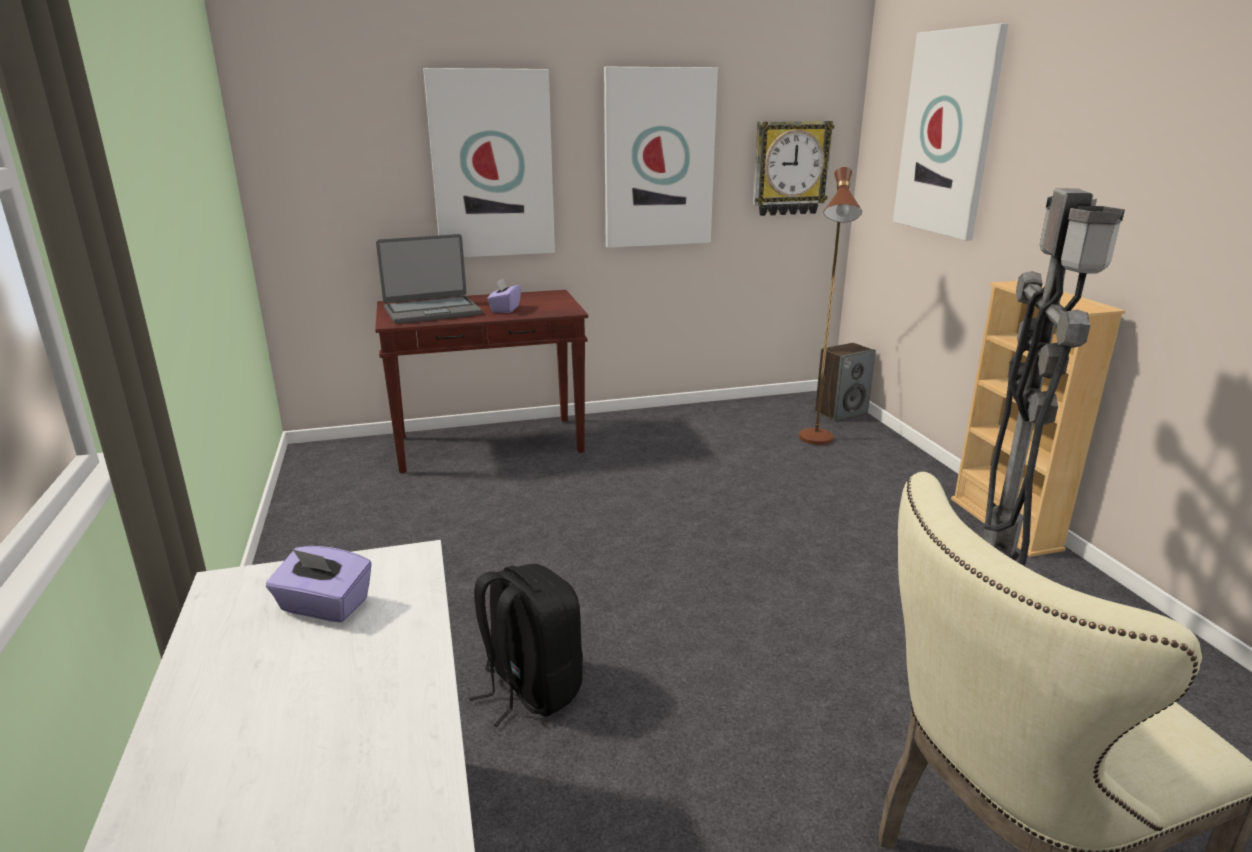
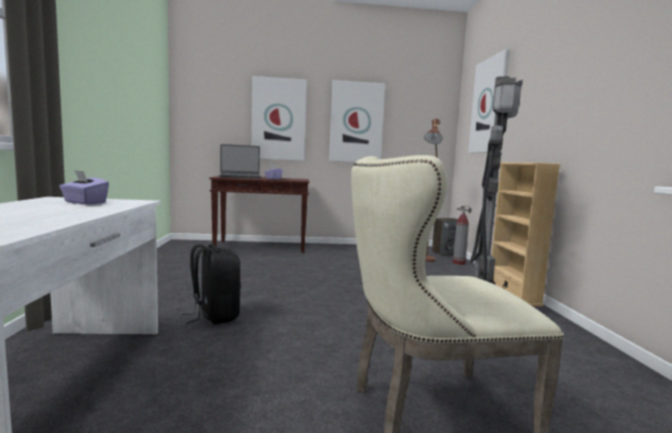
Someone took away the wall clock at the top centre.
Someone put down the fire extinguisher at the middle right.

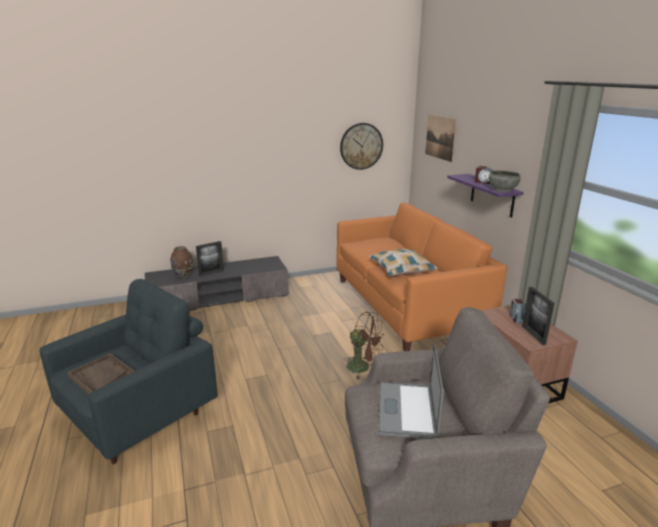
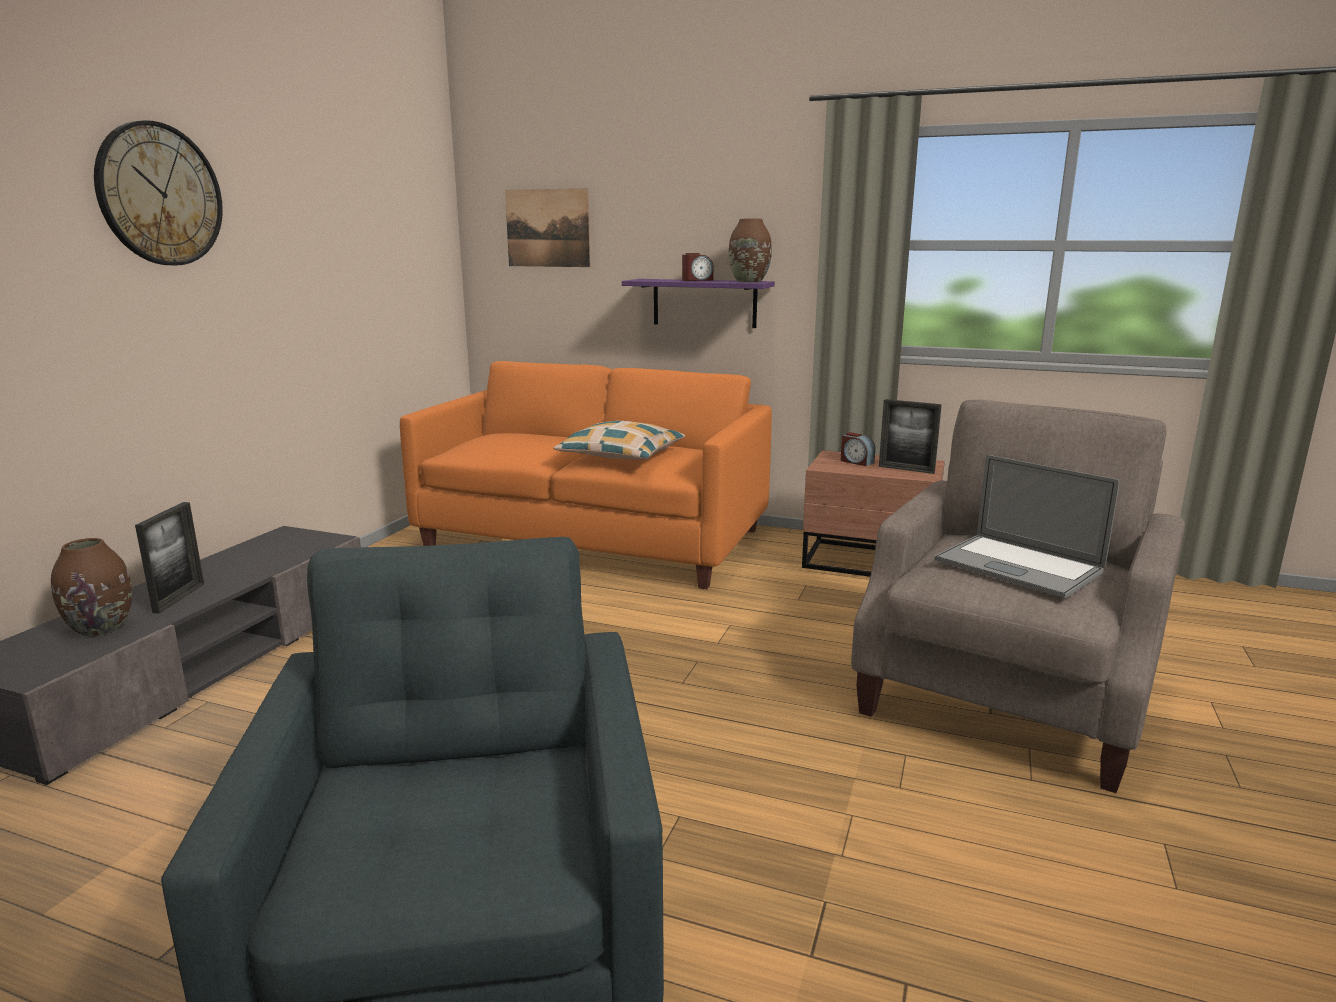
Someone took away the brown tray at the bottom left.
Someone took away the brown fan at the centre.
Someone carried the wall clock from the top centre to the top left.
Someone swapped the grey bowl at the middle right for the brown vase (2nd from left) at the top centre.

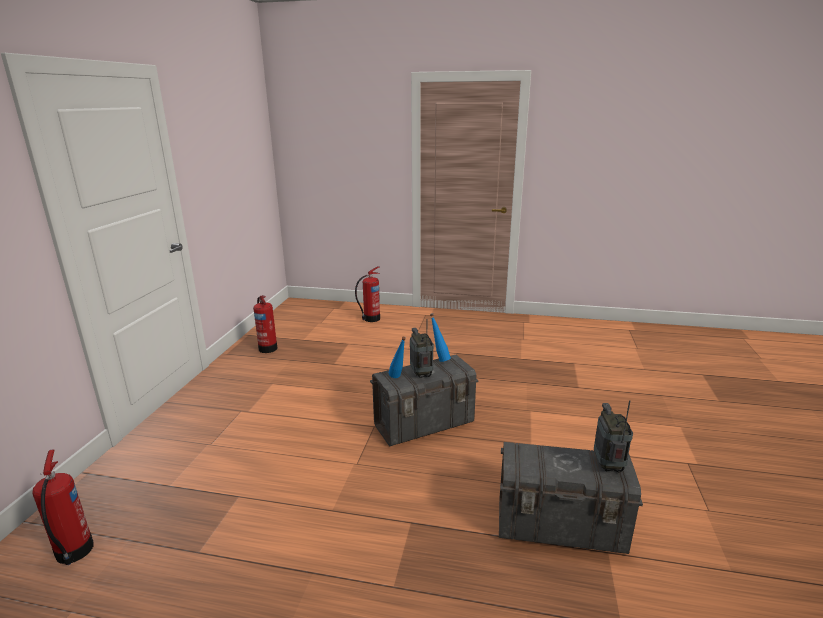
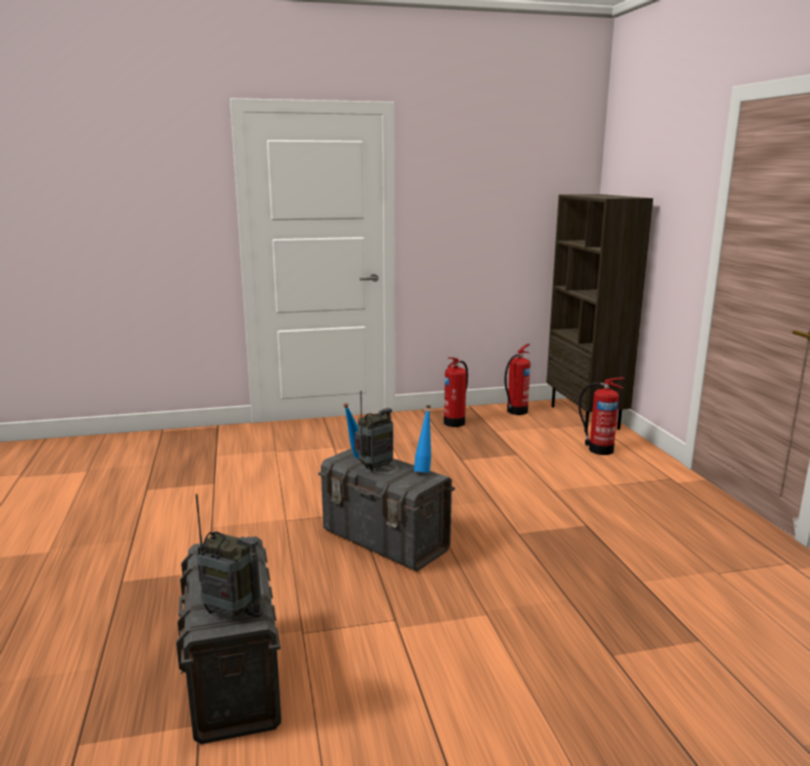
Someone put down the brown bookcase at the middle right.
Someone carried the fire extinguisher (1st from left in the first image) from the bottom left to the centre.
Someone rotated the radio (2nd from left in the first image) at the bottom right by 45 degrees clockwise.

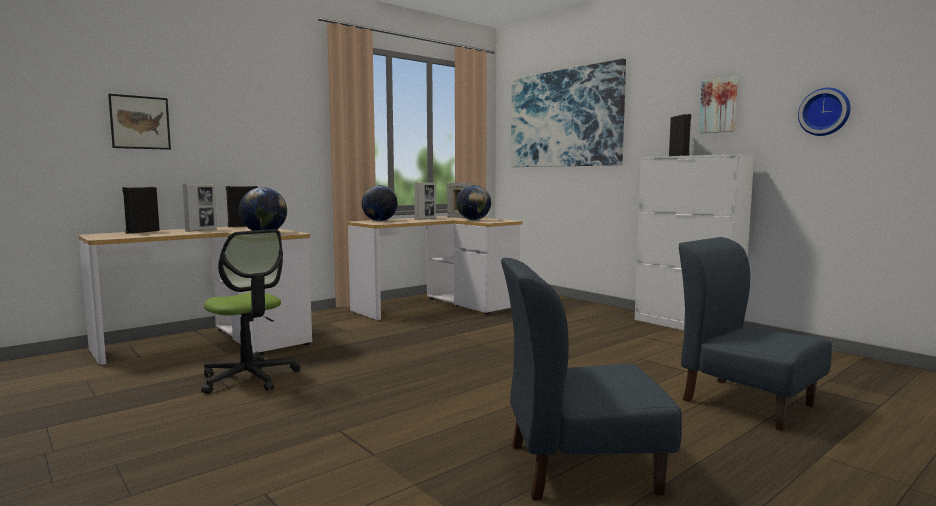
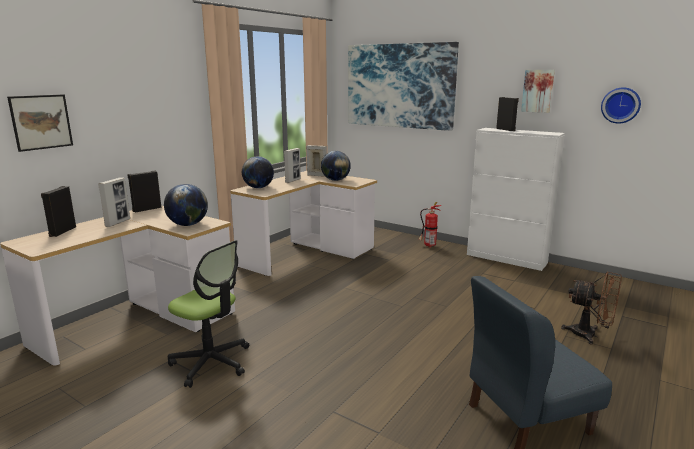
Someone put down the fire extinguisher at the centre.
Someone swapped the blue chair (2nd from left) at the middle right for the brown fan at the bottom right.

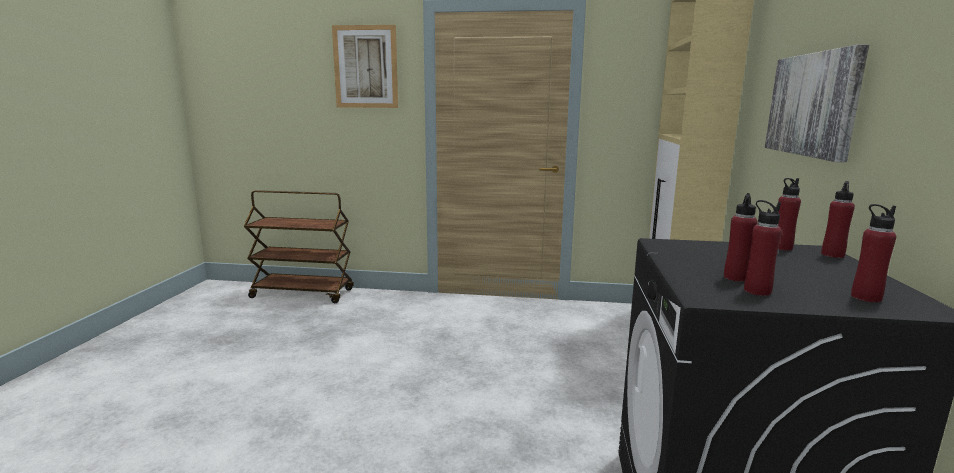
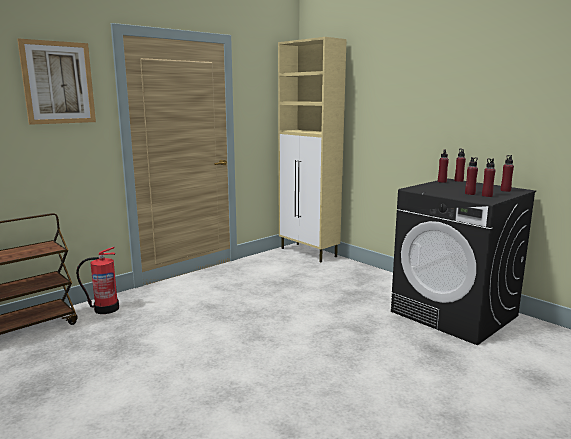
Someone took away the picture (2nd from left) at the top right.
Someone put down the fire extinguisher at the middle left.

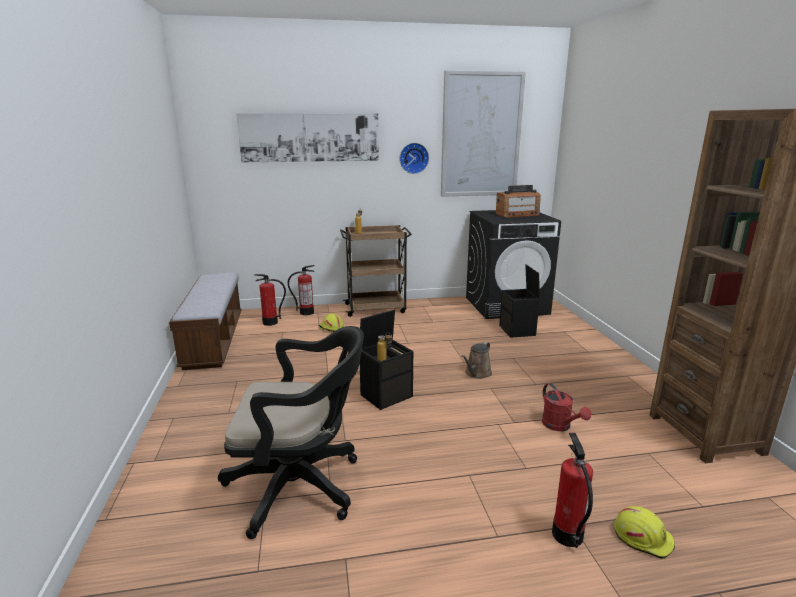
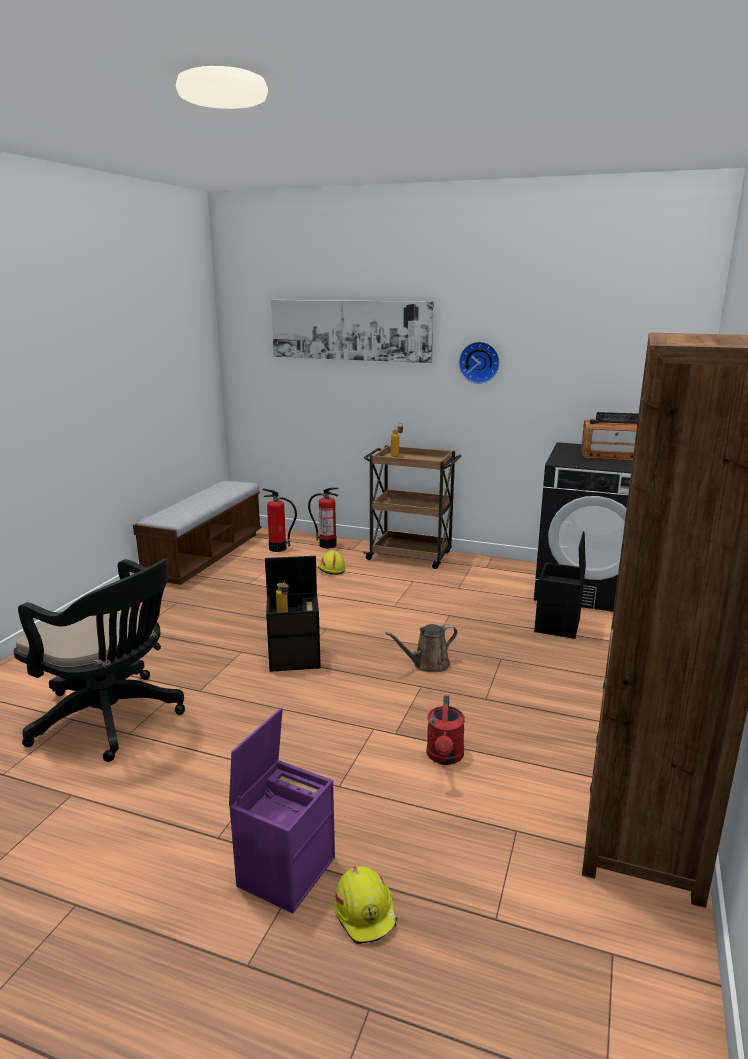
Someone took away the picture (2nd from left) at the top centre.
Someone swapped the fire extinguisher (3rd from left) at the bottom right for the purple storage box at the bottom centre.

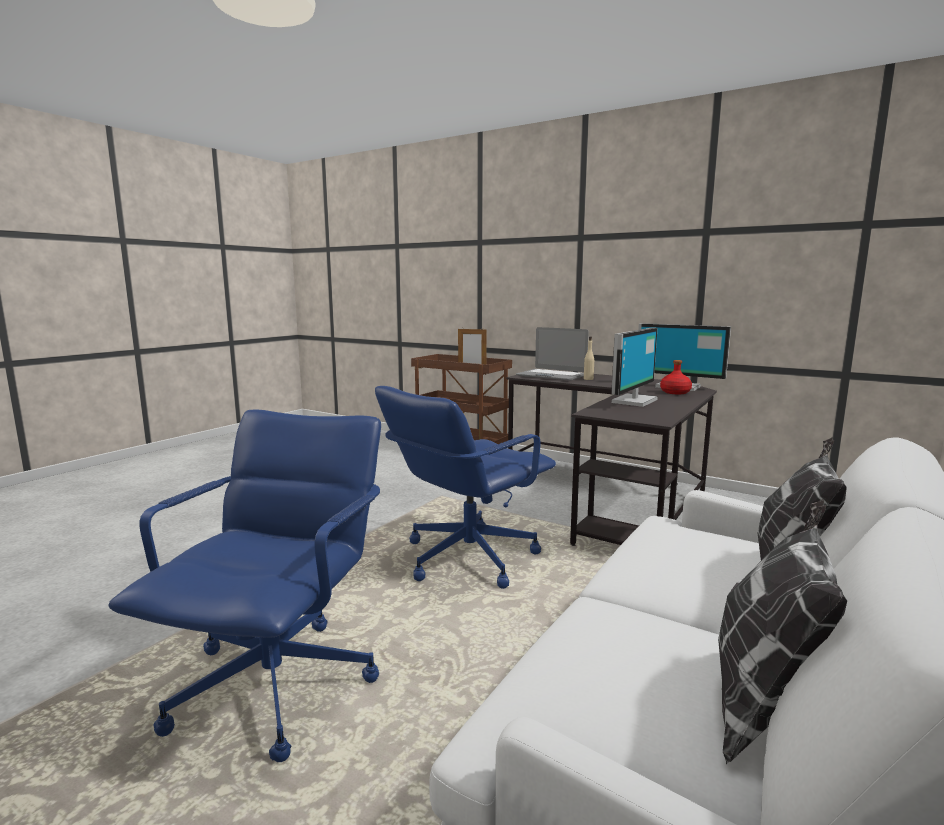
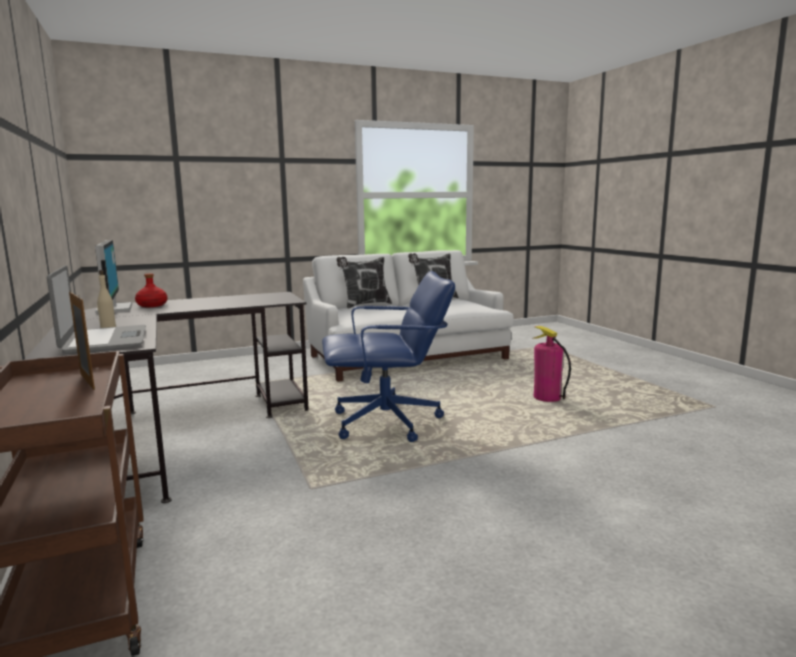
Someone took away the monitor (1st from left) at the middle right.
Someone swapped the blue office chair (1st from left) at the bottom left for the fire extinguisher at the middle right.

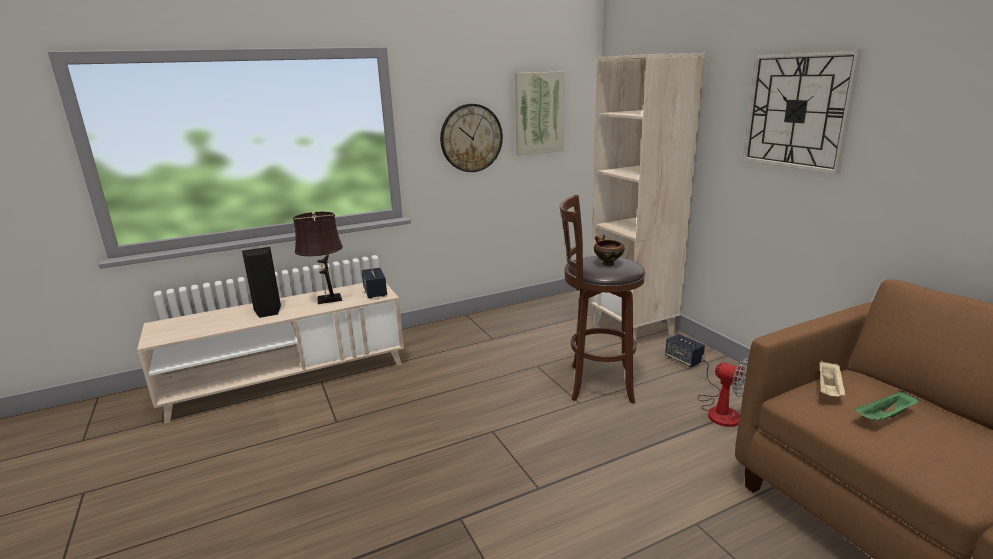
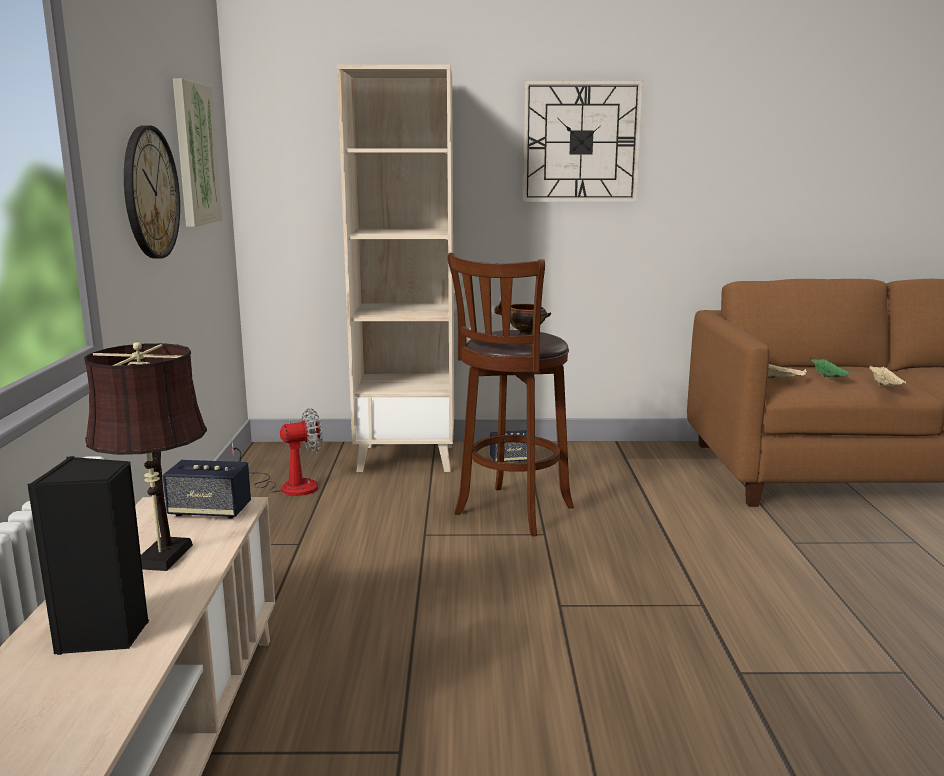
Someone put down the beige tray (2nd from left) at the middle right.
Someone carried the fan from the bottom right to the middle left.

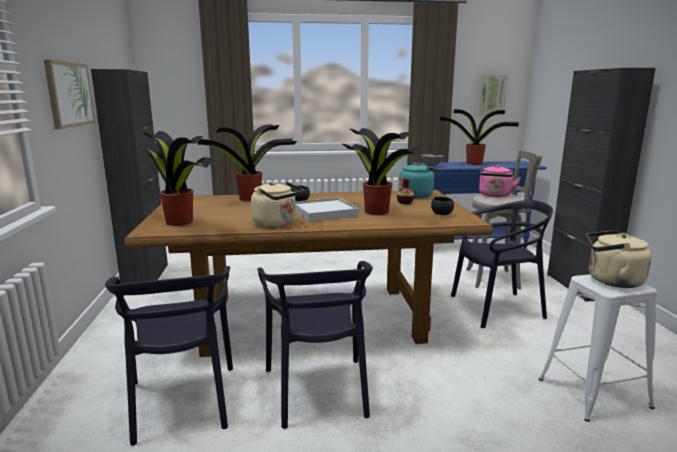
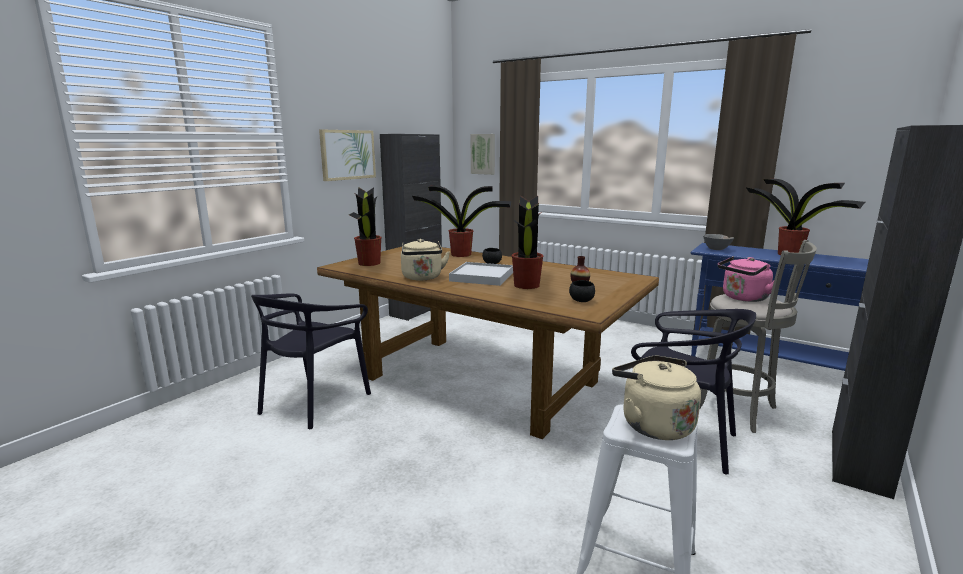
Someone took away the black chair (2nd from left) at the bottom centre.
Someone took away the turquoise kettle at the centre.
Someone carried the picture (2nd from left) from the top right to the top centre.

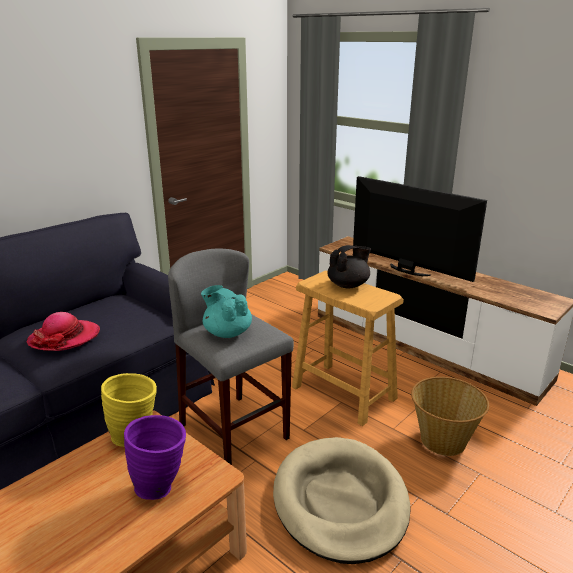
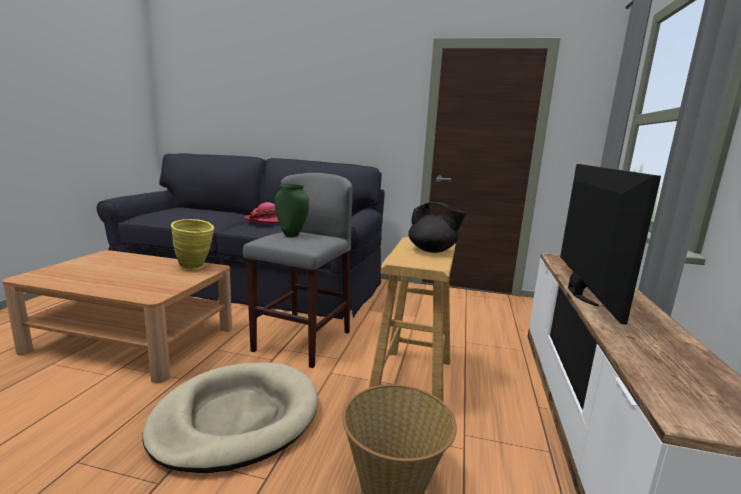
Someone took away the purple vase at the bottom left.
Someone swapped the turquoise teapot at the centre for the green vase at the centre.

